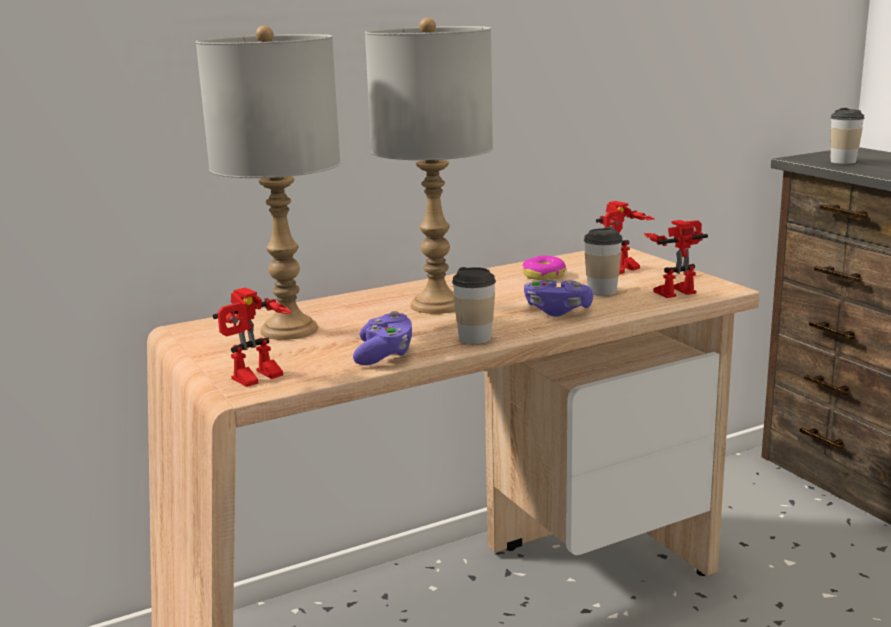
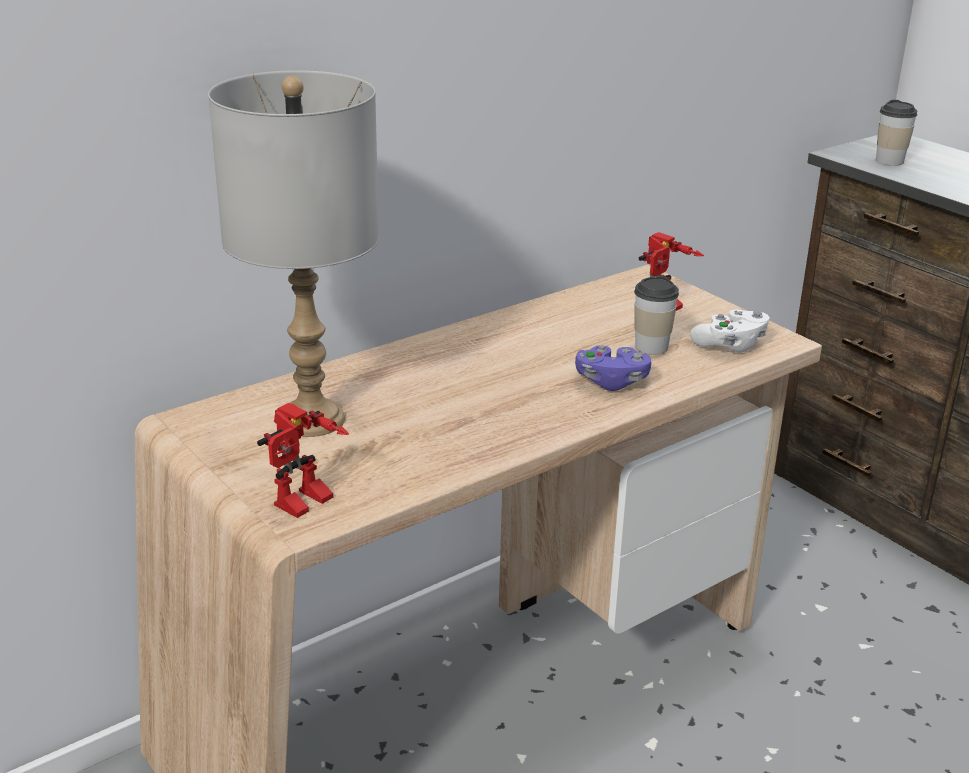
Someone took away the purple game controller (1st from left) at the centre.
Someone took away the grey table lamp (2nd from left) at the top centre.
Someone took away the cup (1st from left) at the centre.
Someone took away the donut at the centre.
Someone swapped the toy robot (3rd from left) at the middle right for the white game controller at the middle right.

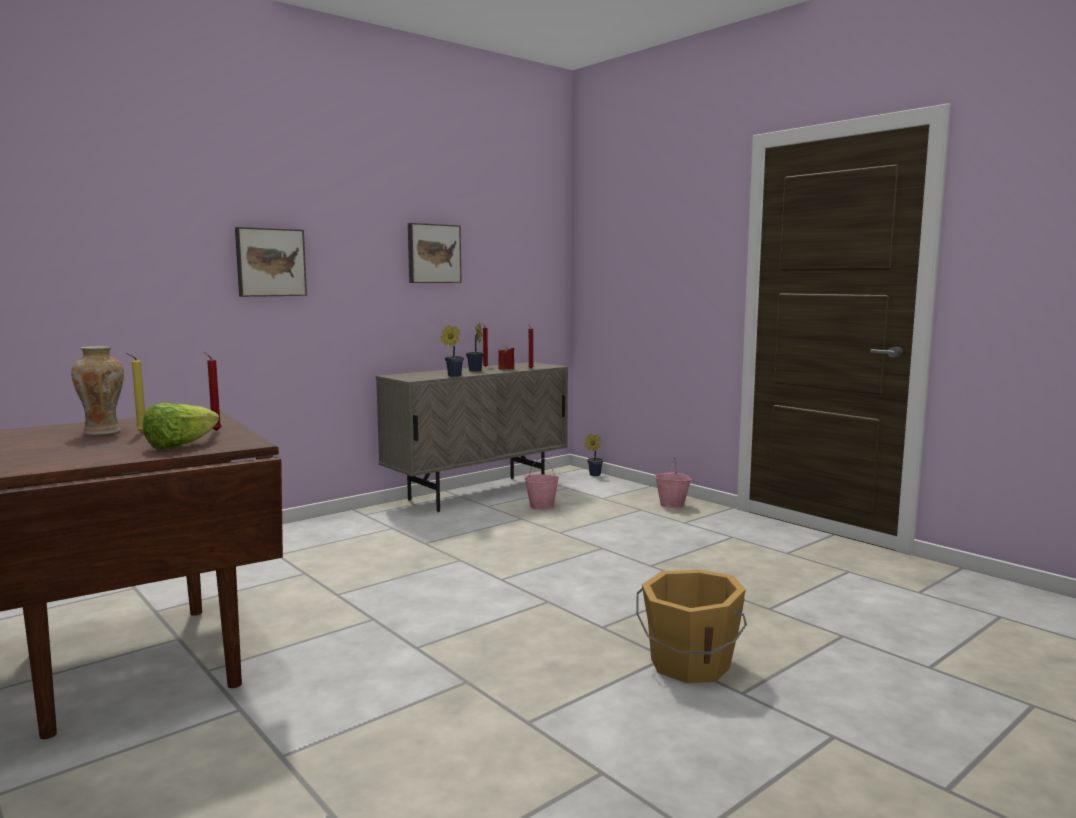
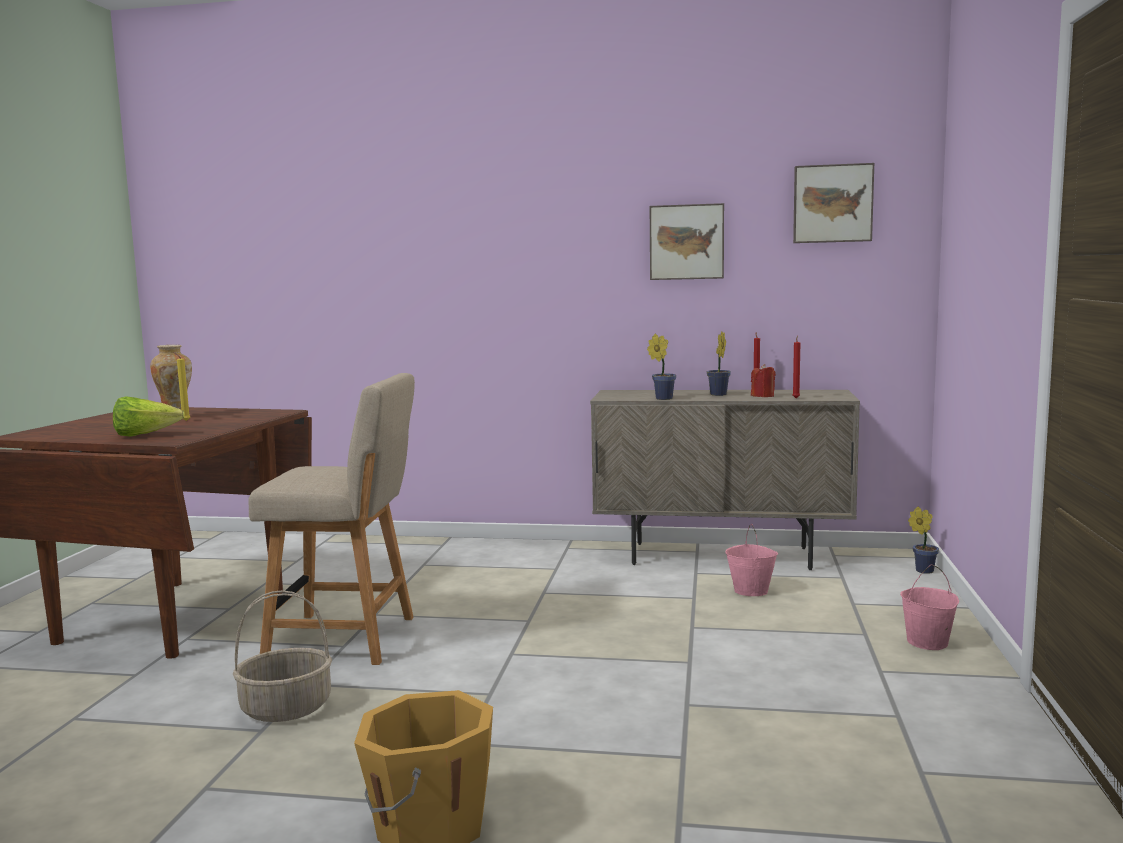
Someone took away the red candle (1st from left) at the middle left.
Someone put down the basket at the bottom left.
Someone put down the beige chair at the middle left.
Someone carried the picture (1st from left in the first image) from the top left to the top right.

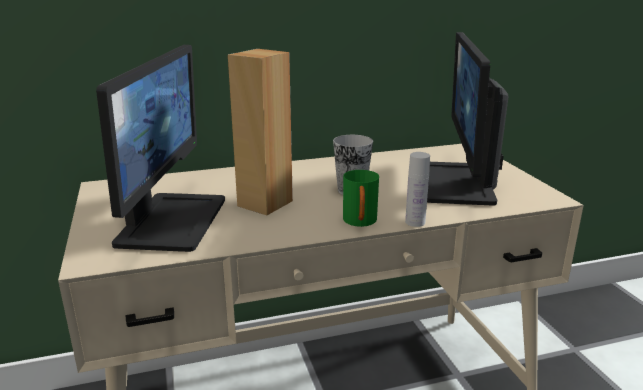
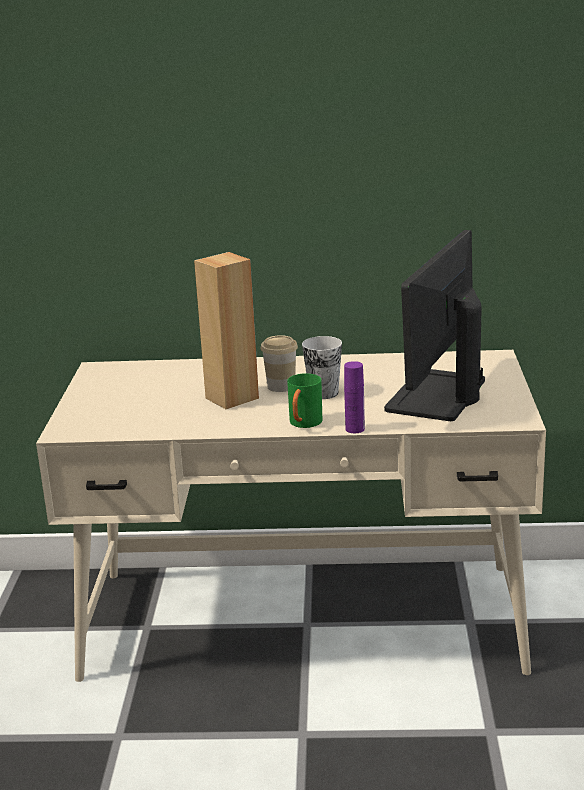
Someone took away the monitor (1st from left) at the middle left.
Someone put down the cup (1st from left) at the centre.
Someone repainted the white bottle at the centre, which became the purple bottle at the centre.

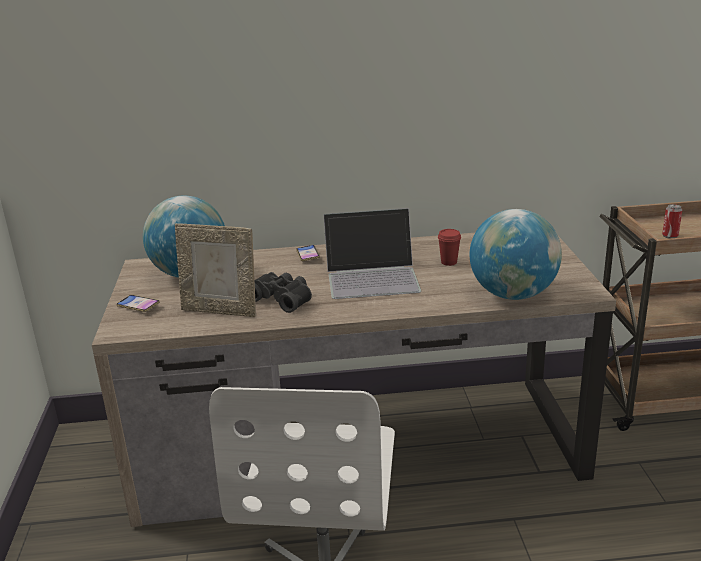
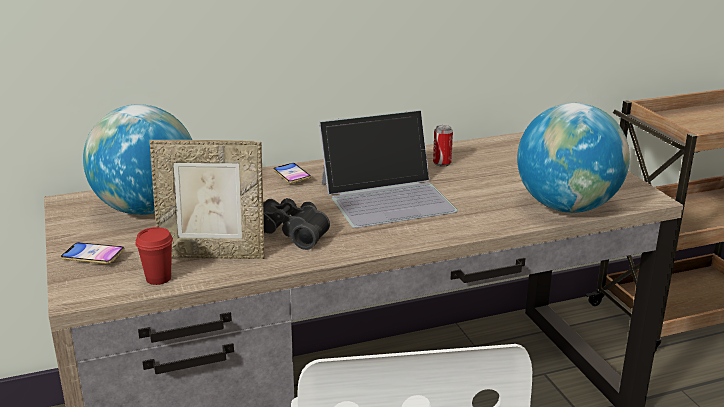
Someone carried the red cup from the centre to the middle left.
Someone carried the can from the middle right to the centre.

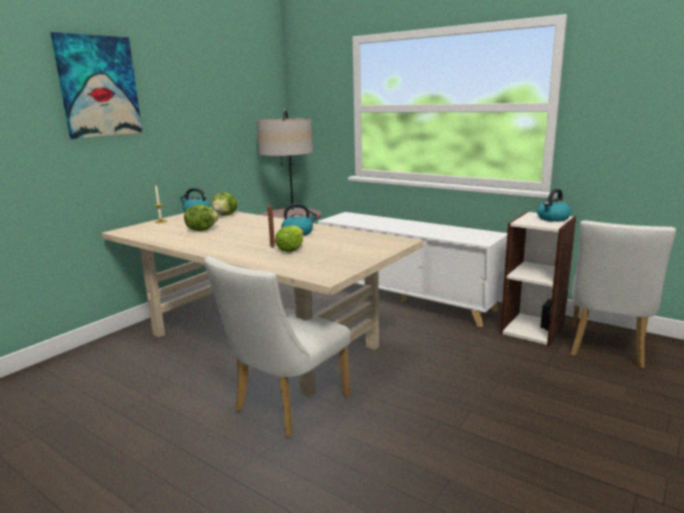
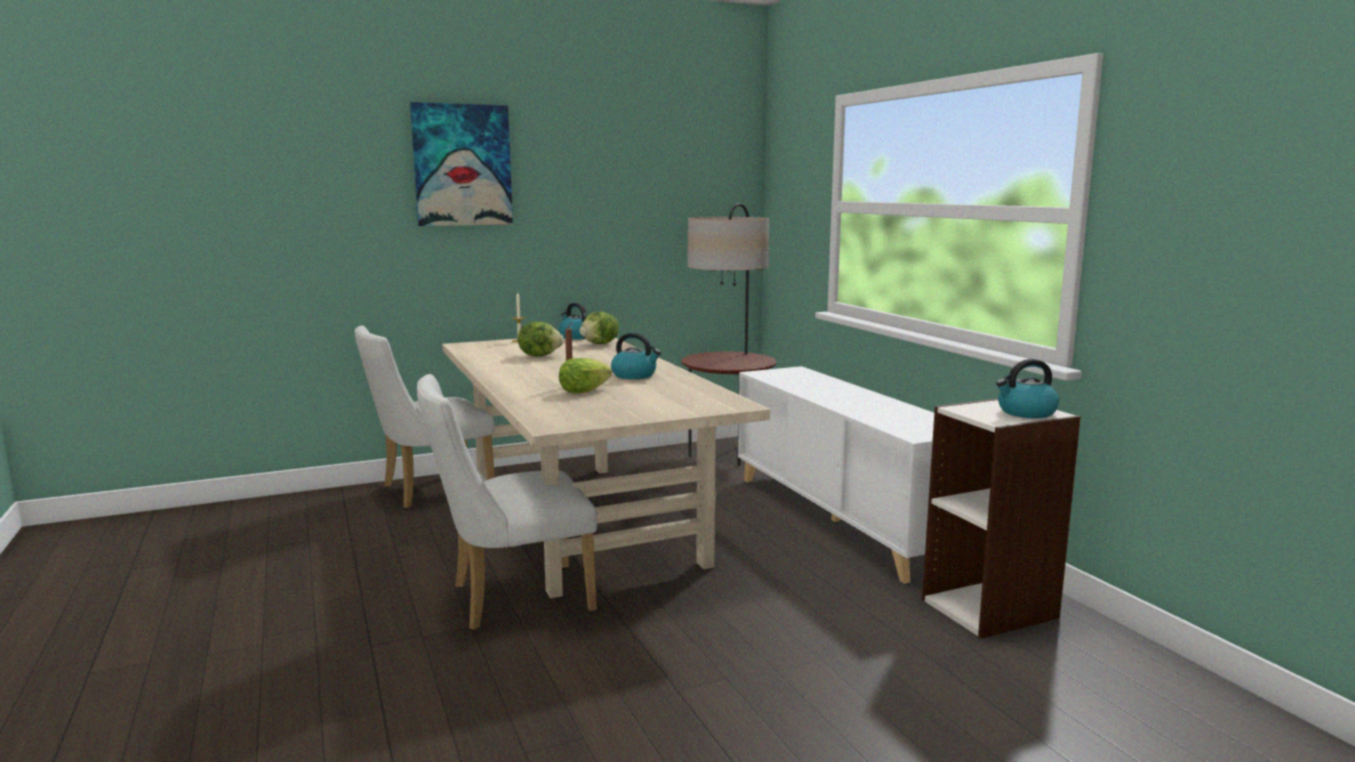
Someone carried the white chair (2nd from left in the first image) from the middle right to the middle left.

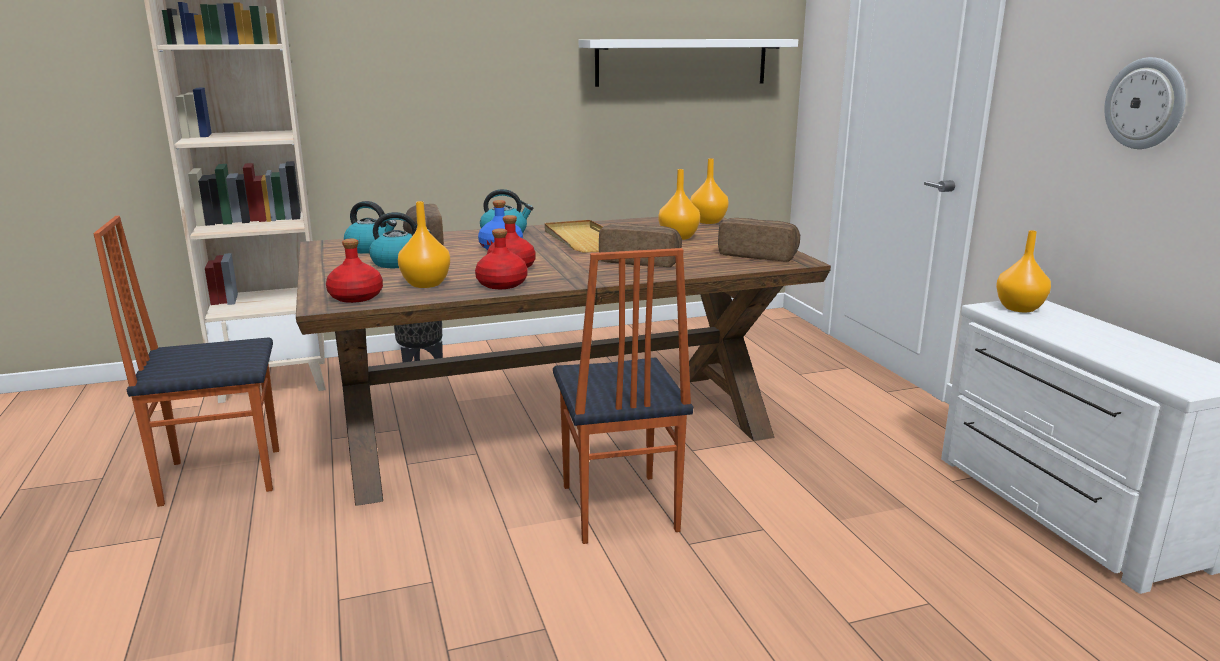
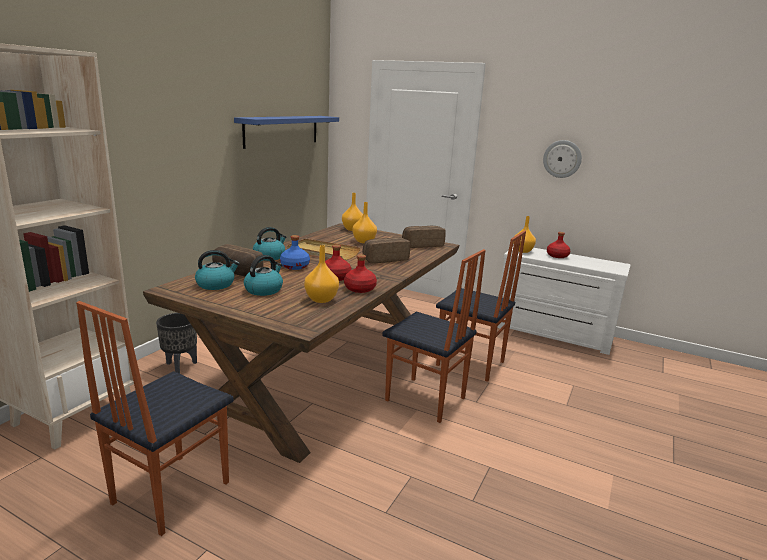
Someone put down the chair (3rd from left) at the centre.
Someone carried the red bottle (1st from left in the first image) from the middle left to the middle right.
Someone repainted the white shelf at the top centre, which became the blue shelf at the top centre.

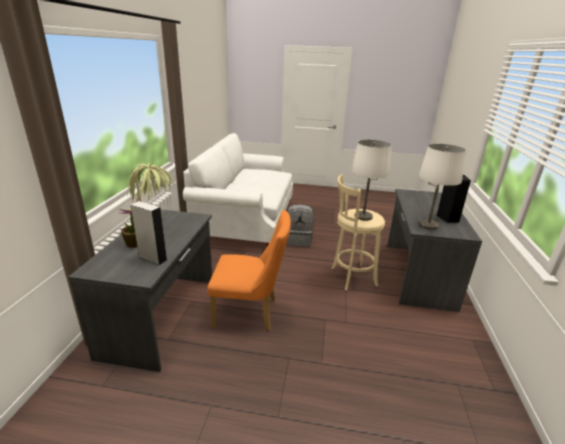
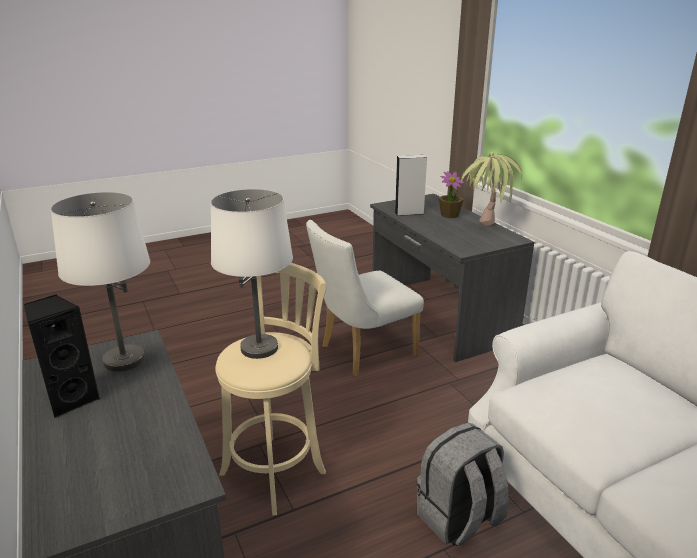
Someone repainted the orange chair at the centre, which became the white chair at the centre.

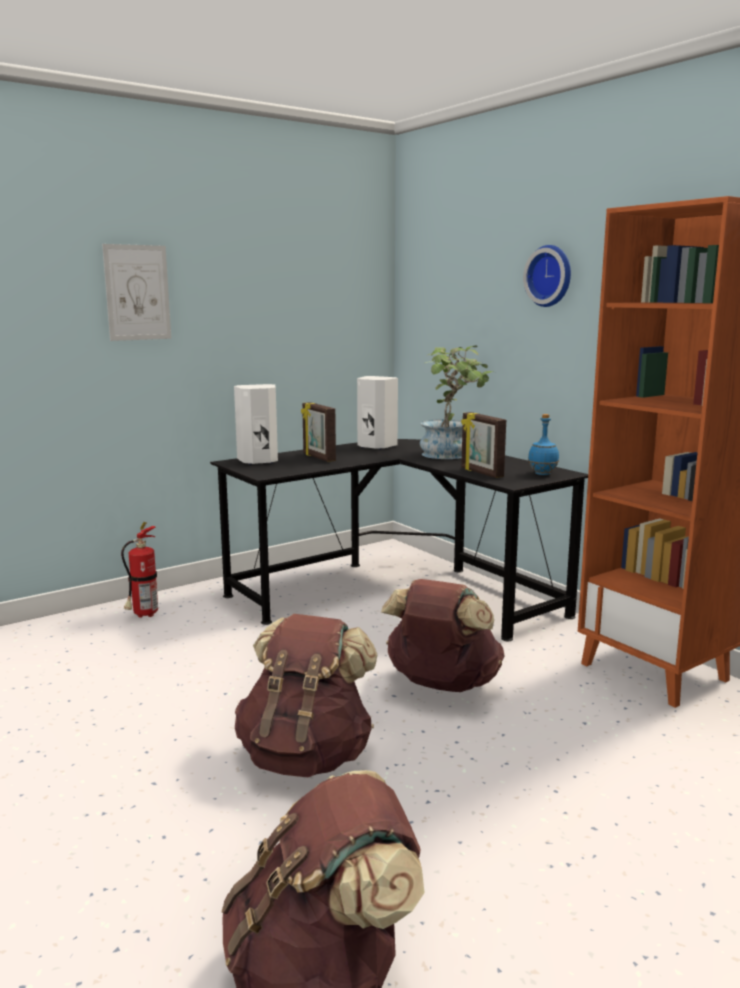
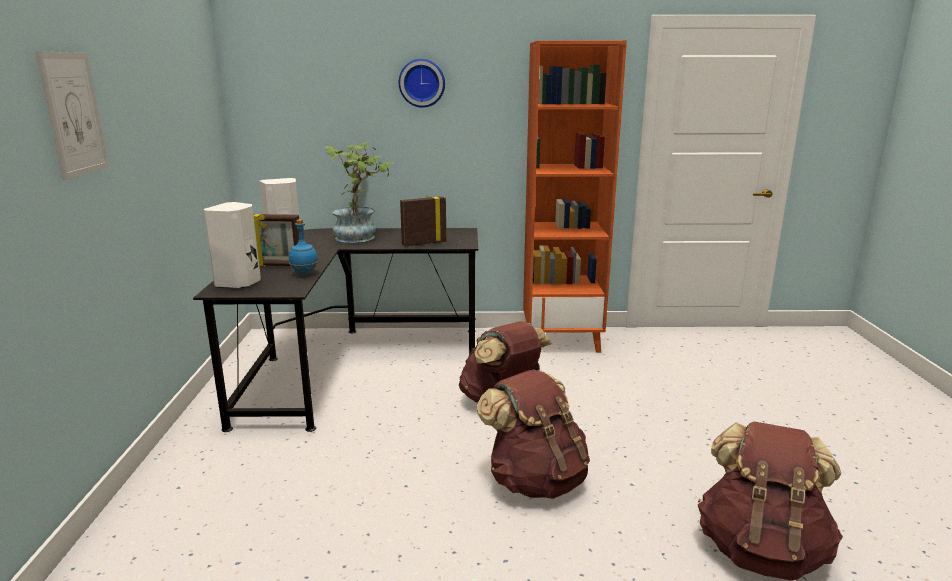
Someone took away the fire extinguisher at the middle left.
Someone carried the blue bottle from the middle right to the middle left.
Someone rotated the picture frame (2nd from left) at the centre by 150 degrees clockwise.

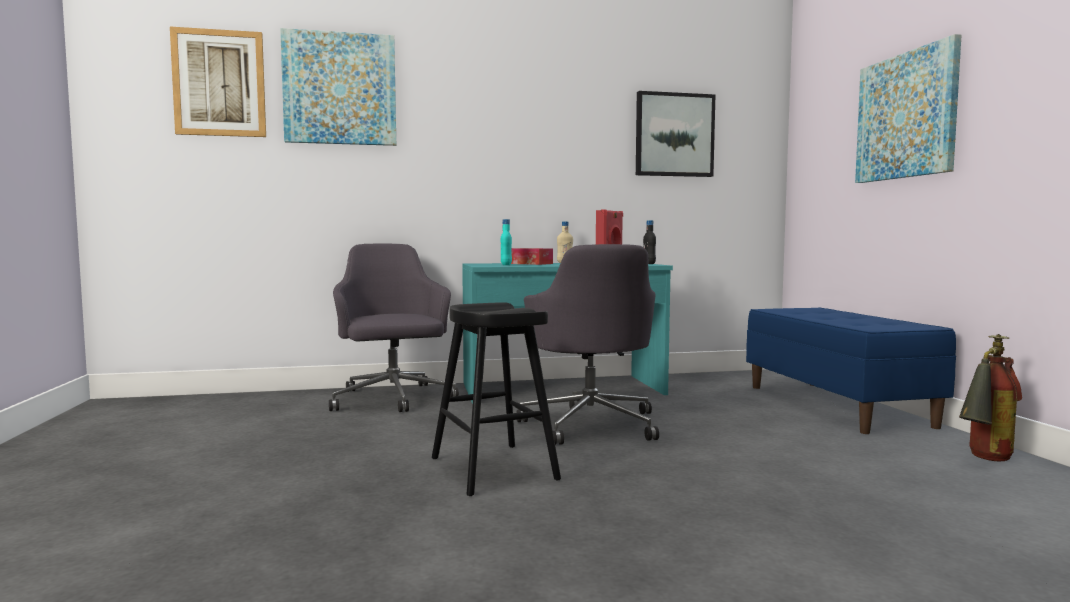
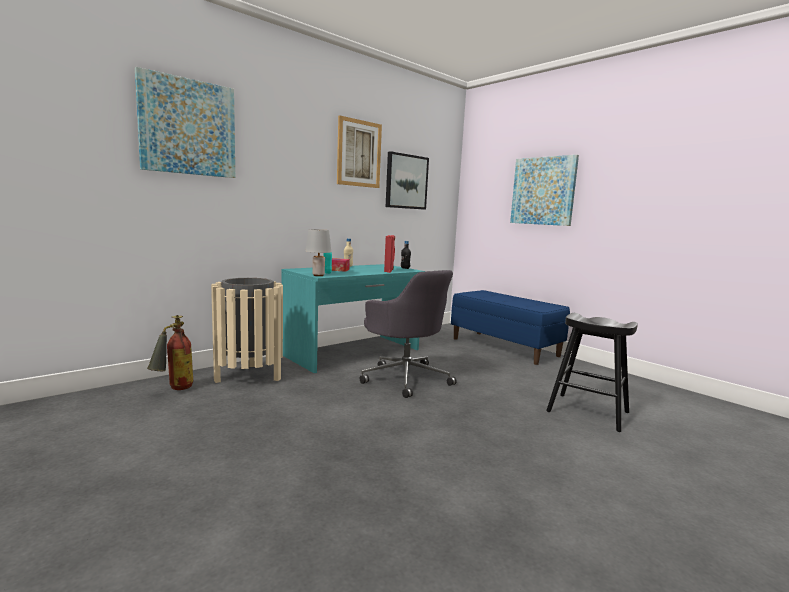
Someone put down the grey table lamp at the centre.
Someone carried the picture (1st from left in the first image) from the top left to the top centre.
Someone carried the black stool from the centre to the middle right.
Someone carried the fire extinguisher from the middle right to the middle left.
Someone swapped the grey office chair (1st from left) at the centre for the beige trash can at the middle left.

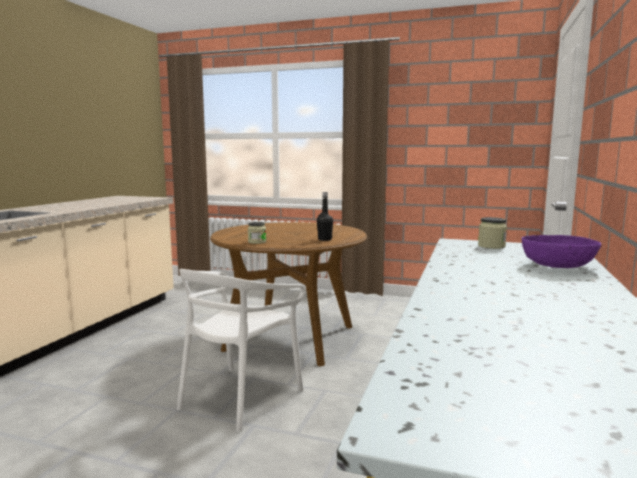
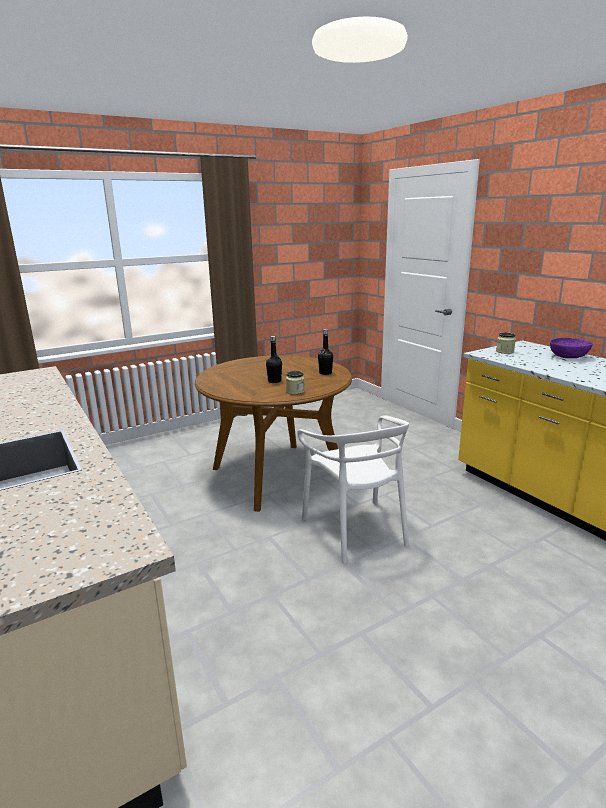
Someone put down the black bottle (1st from left) at the centre.

